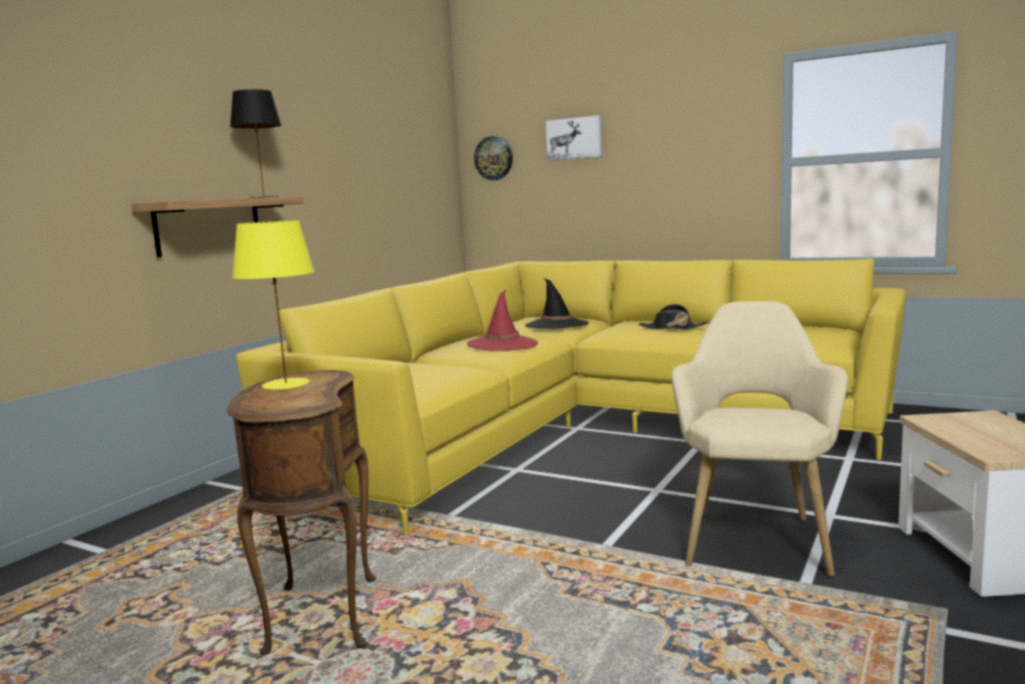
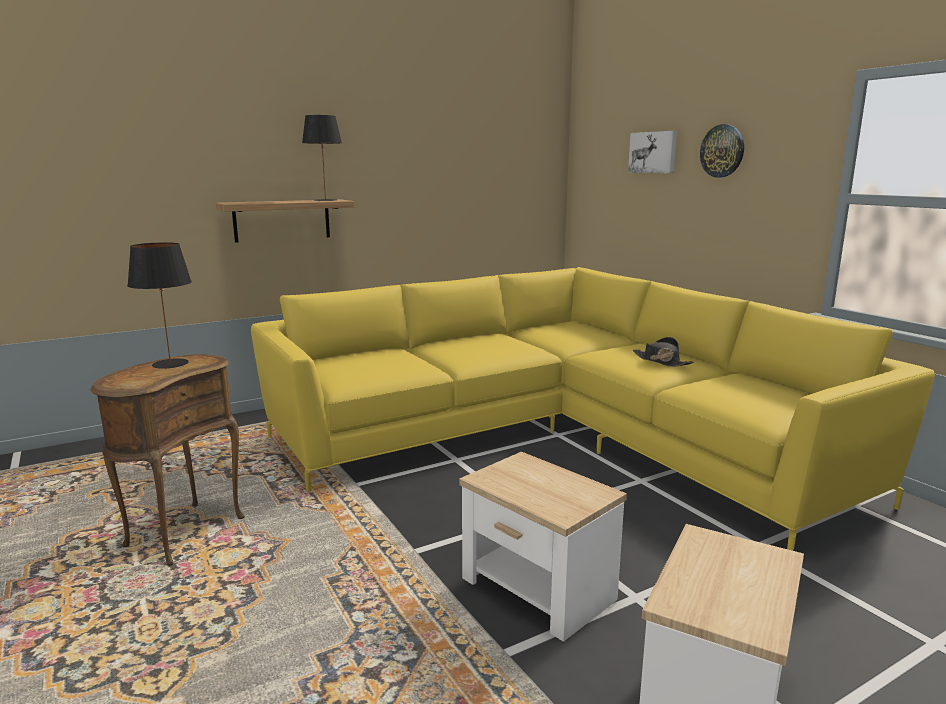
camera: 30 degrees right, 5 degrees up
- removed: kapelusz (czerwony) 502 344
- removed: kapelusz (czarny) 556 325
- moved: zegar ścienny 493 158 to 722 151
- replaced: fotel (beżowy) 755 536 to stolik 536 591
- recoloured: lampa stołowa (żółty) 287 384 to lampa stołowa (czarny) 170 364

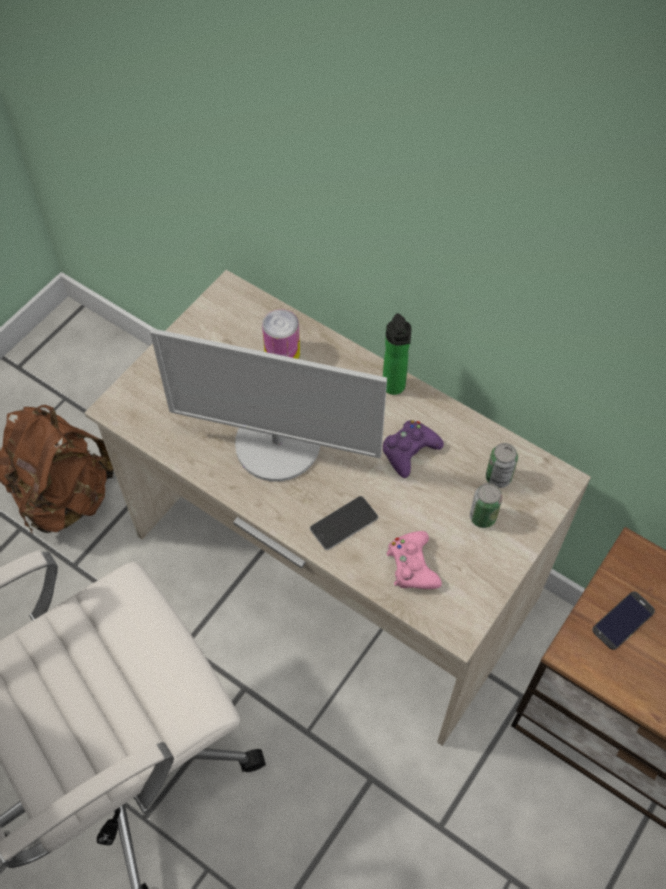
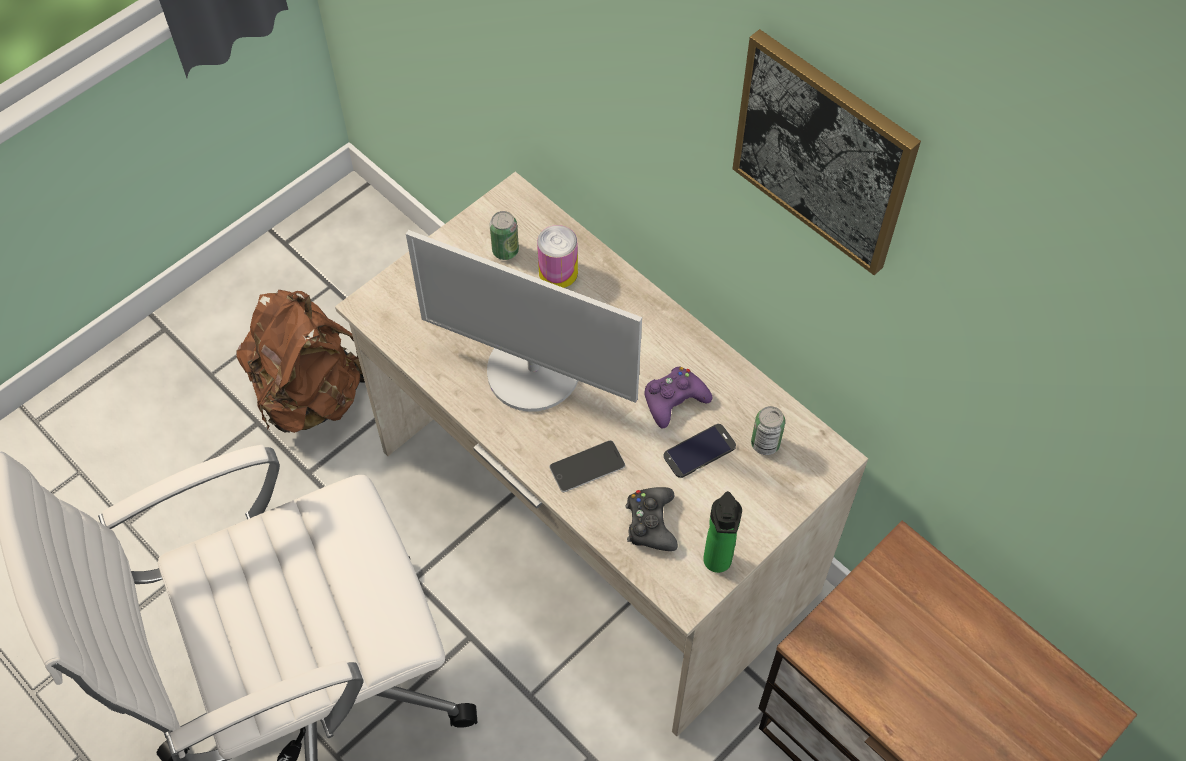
camera: 10 degrees right, 0 degrees up
- added: obraz 823 152
- moved: butelka 394 389 to 717 564
- moved: puszka 482 517 to 505 251
- moved: telefon 623 620 to 699 451
- recoloured: pad do gier (różowy) 412 566 to pad do gier (czarny) 650 523

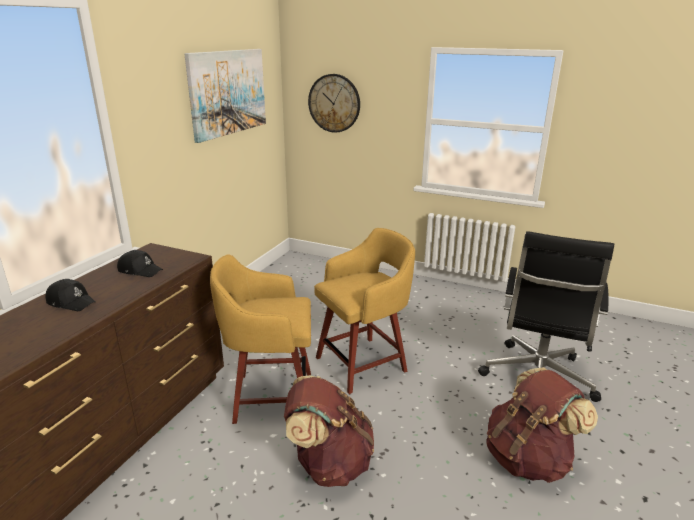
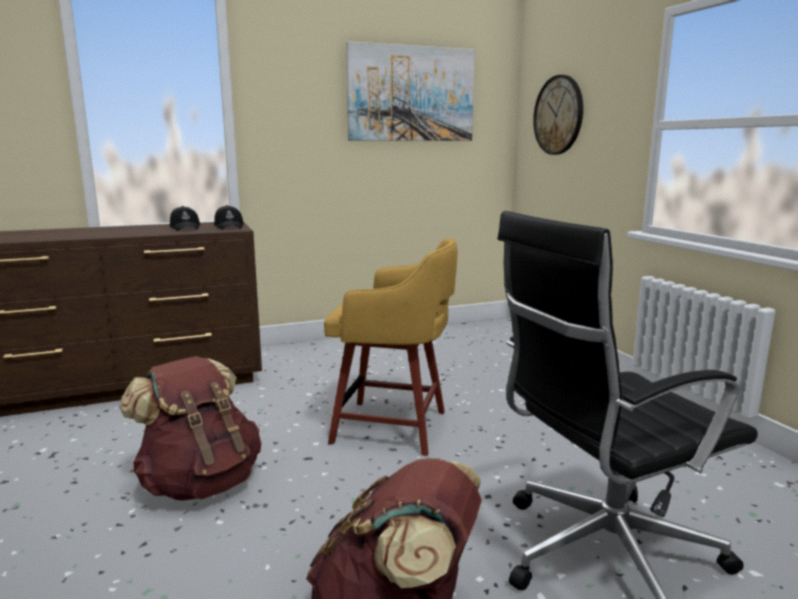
camera: 45 degrees right, 10 degrees down
- removed: stołek (żółty) 270 396
- moved: czapka z daszkiem (czarny) 71 302 to 229 227

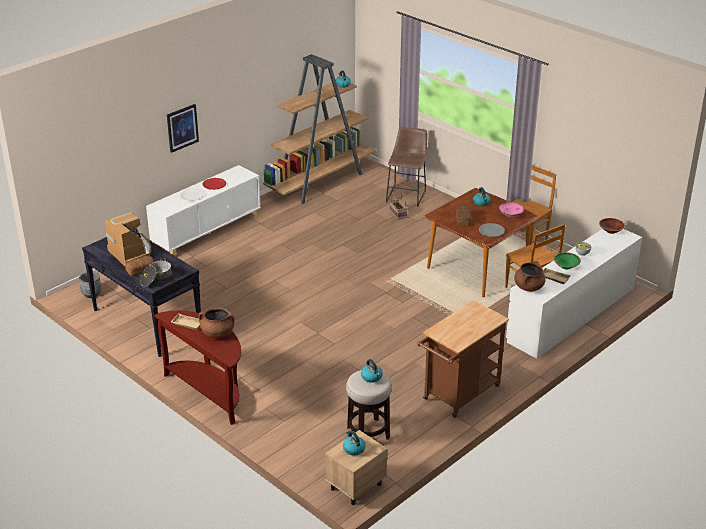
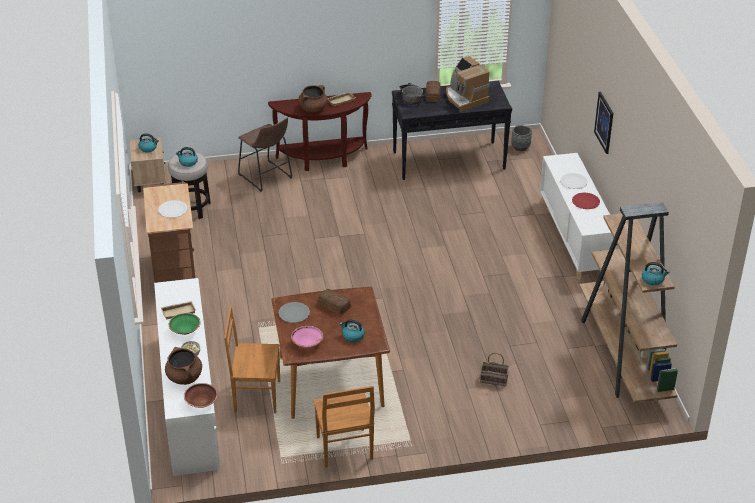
camera: 125 degrees right, 5 degrees up
- added: talerz (biały) 173 210
- moved: stołek (brązowy) 407 195 to 266 178
- moved: garnek (brązowy) 529 287 to 184 377
- turned: ekspres do kawy 132 252 = 464 98 60 degrees clockwise

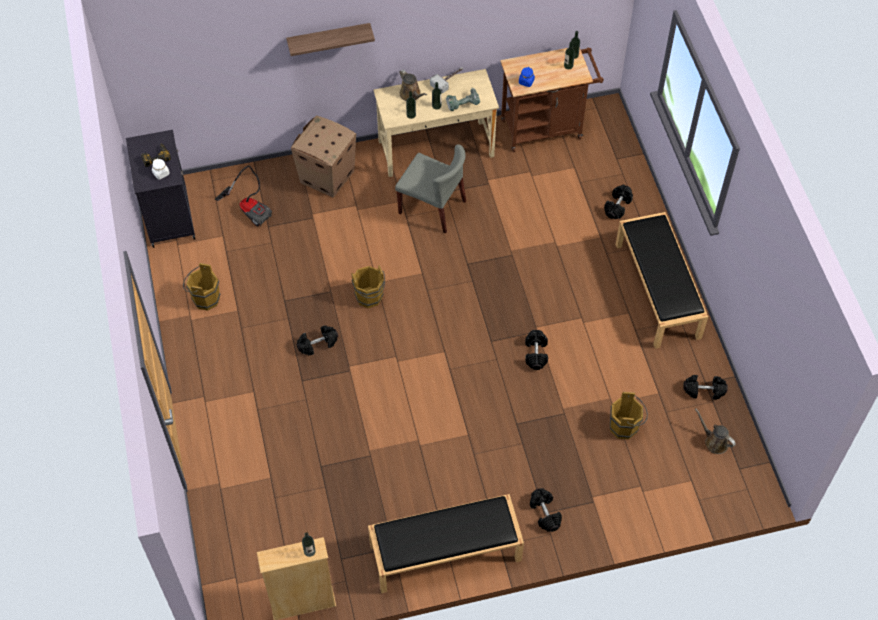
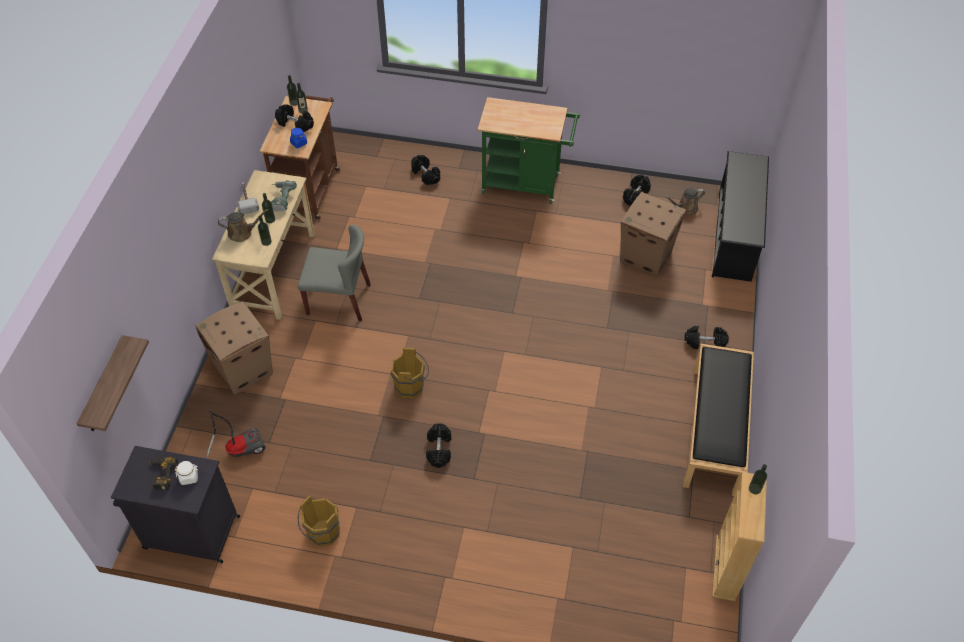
camera: 65 degrees left, 5 degrees down
- added: regał na buty (czarny) 734 236
- moved: półka 329 39 to 104 387
- moved: hantel (czarny) 536 354 to 295 124
- replaced: wiadro (brązowy) 626 427 to karton 646 257
- replaced: ławka (czarny) 658 291 to wózek (zielony) 526 184
- turned: krzesło (szary) 433 207 = 339 299 45 degrees clockwise

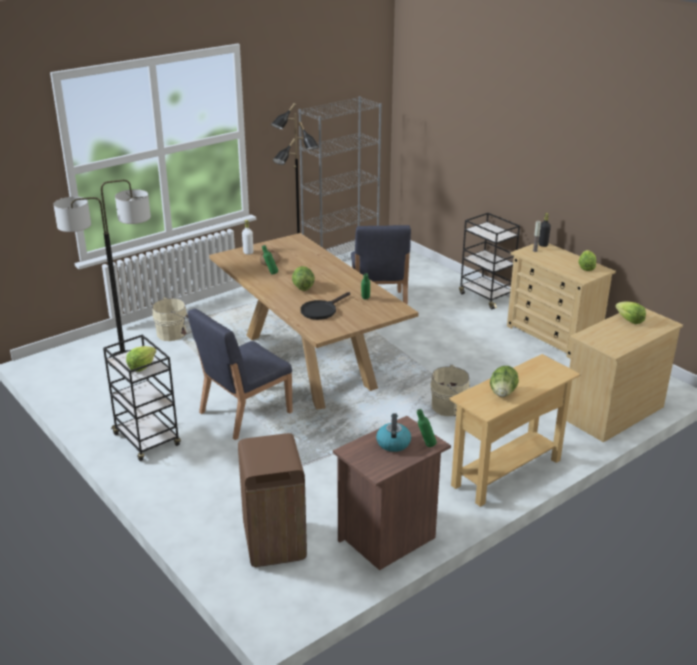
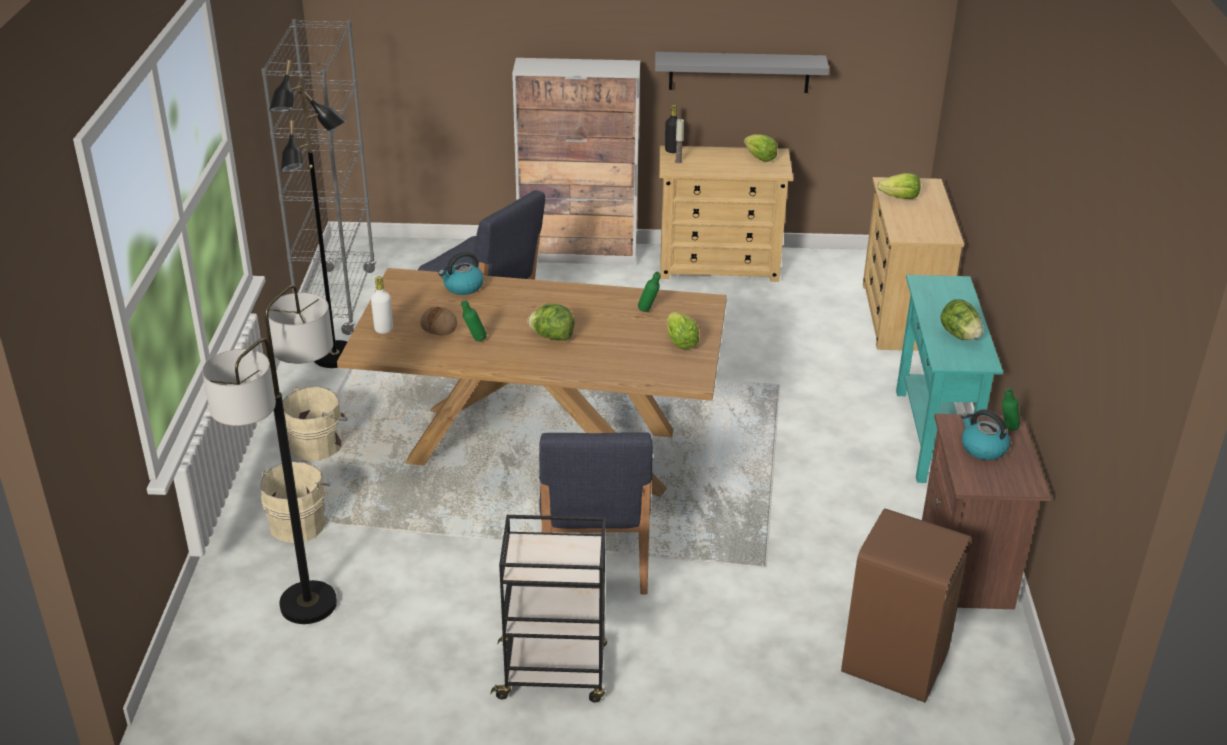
camera: 50 degrees left, 5 degrees up
- removed: patelnia (czarny) 321 310
- added: czajnik 463 287
- added: półka (szary) 739 72
- moved: sałata 142 366 to 680 342
- moved: wiadro (beżowy) 450 407 to 318 445
- replaced: wózek (czarny) 486 296 to szafka 578 254
- recoloured: stolik konsolowy (beżowy) 506 472 to stolik konsolowy (turkusowy) 932 435

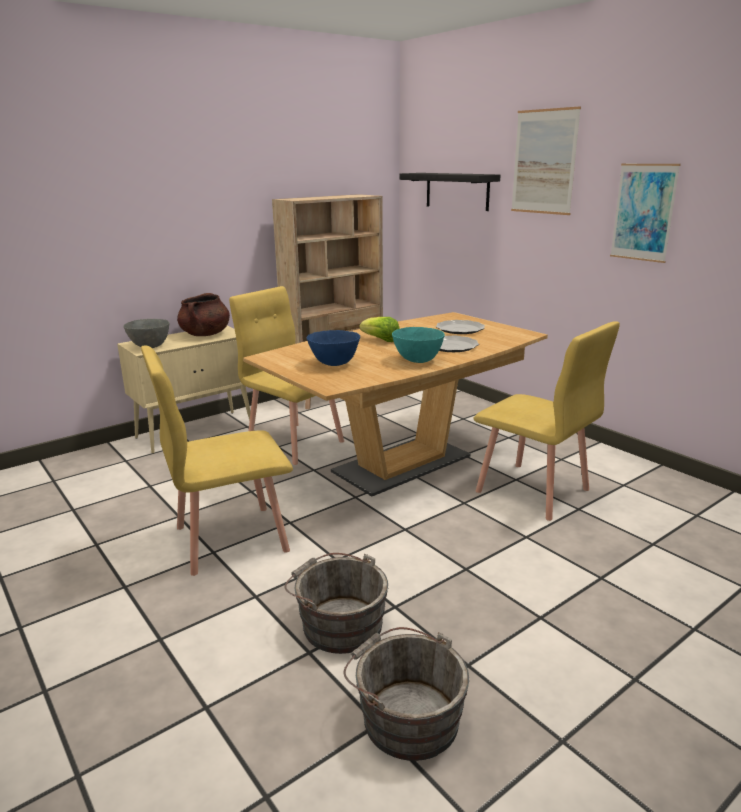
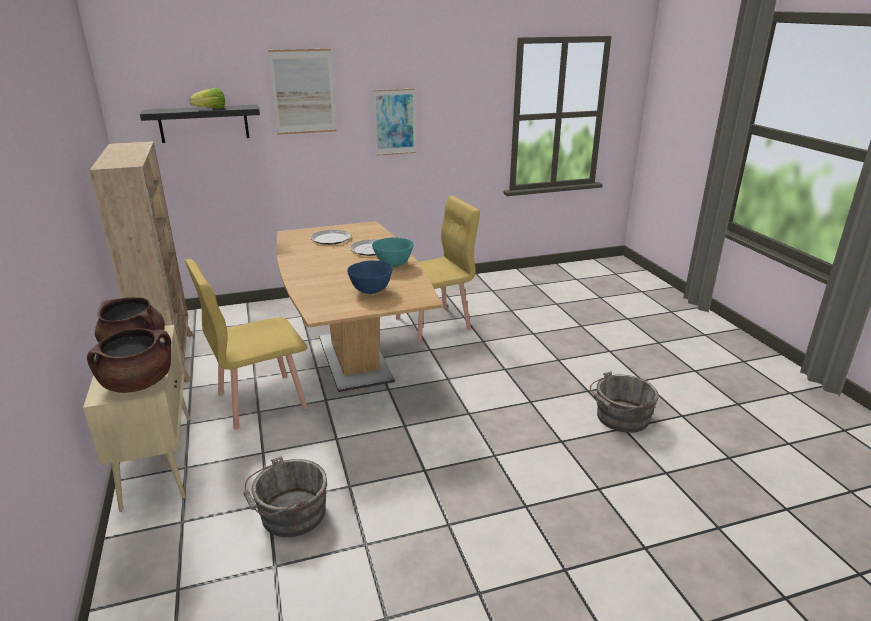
camera: 70 degrees left, 5 degrees up
- removed: krzesło (żółty) 230 538
- moved: wiadro (szary) 338 623 to 289 515
- moved: sałata 380 340 to 211 109
- replaced: miska (szary) 150 346 to garnek (brązowy) 138 383

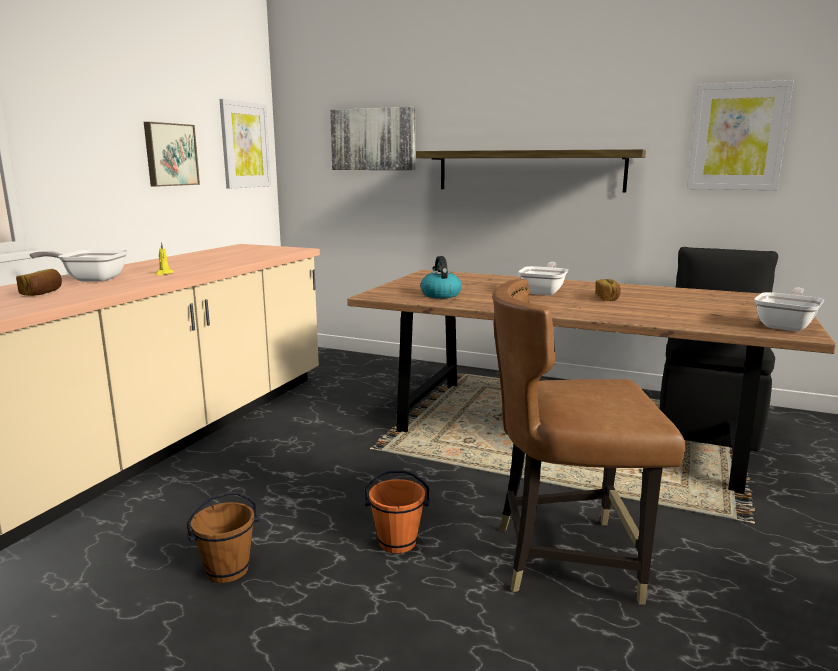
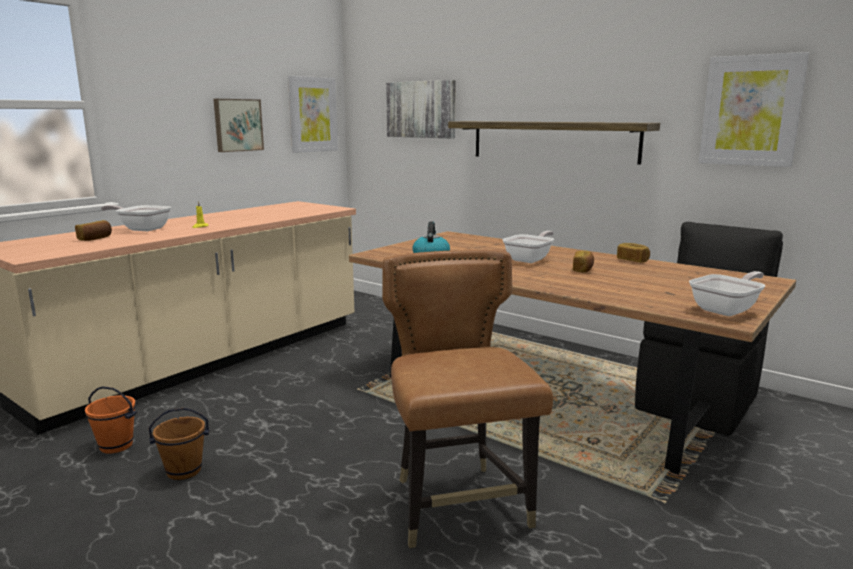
camera: 15 degrees right, 0 degrees up
- added: chleb 632 260
- moved: wiadro (pomarańczowy) 397 542 to 116 445
- turned: krzesło (brązowy) 566 558 = 458 505 60 degrees clockwise

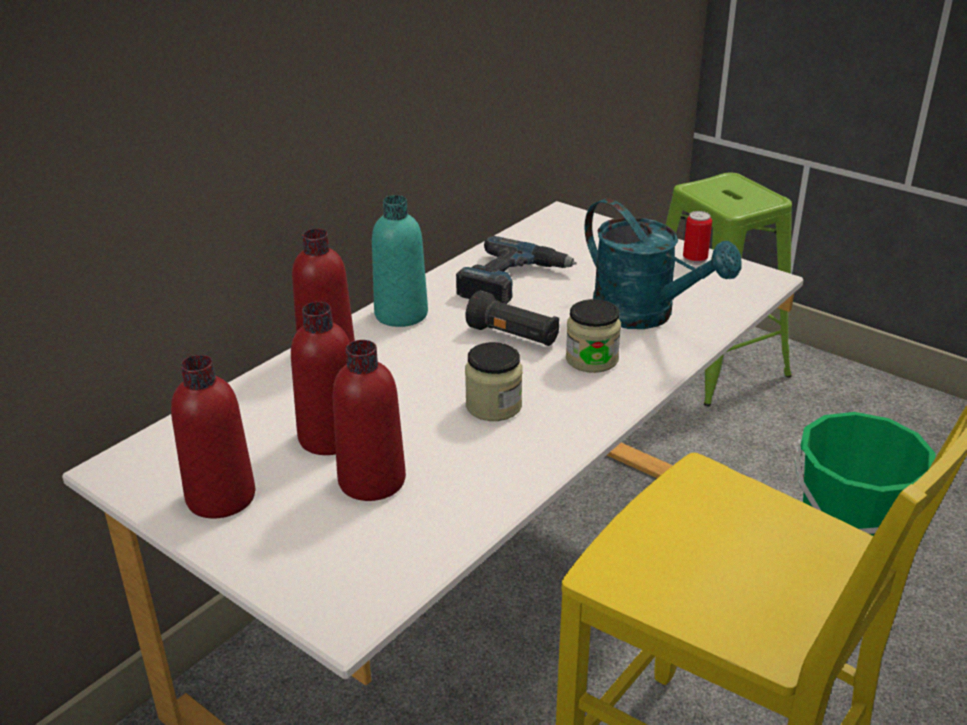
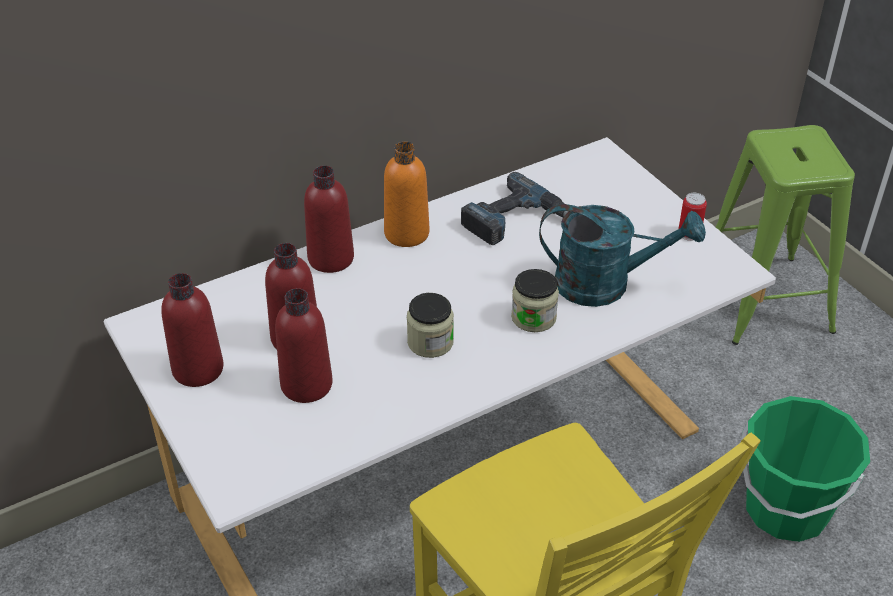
camera: 20 degrees right, 10 degrees up
- removed: latarka (czarny) 513 336
- recoloured: butelka (turkusowy) 401 314 to butelka (pomarańczowy) 406 233
- turned: konewka (turkusowy) 645 315 = 606 284 60 degrees counterclockwise

